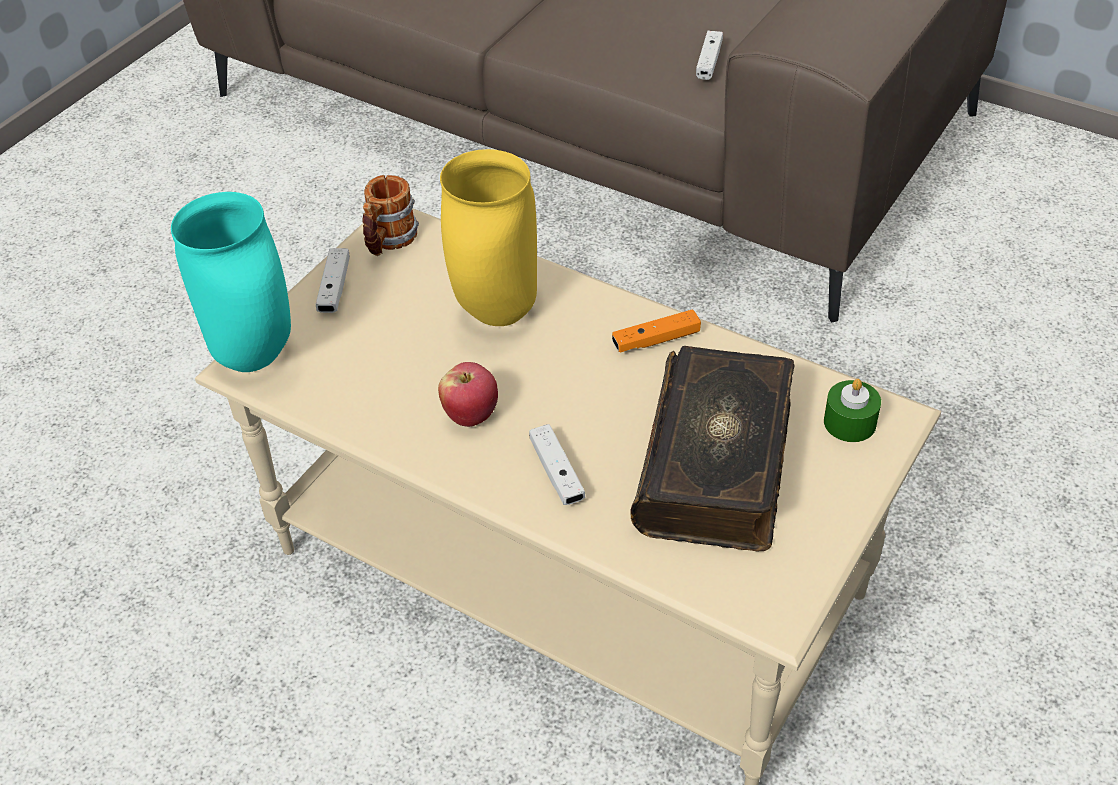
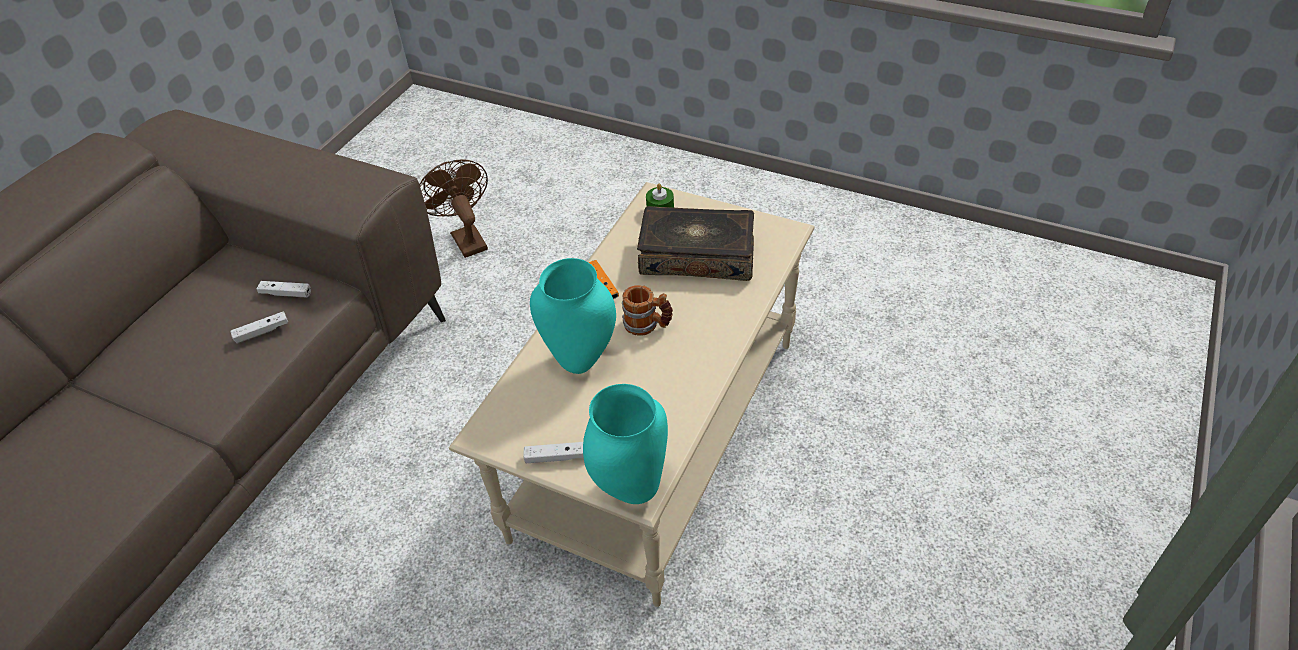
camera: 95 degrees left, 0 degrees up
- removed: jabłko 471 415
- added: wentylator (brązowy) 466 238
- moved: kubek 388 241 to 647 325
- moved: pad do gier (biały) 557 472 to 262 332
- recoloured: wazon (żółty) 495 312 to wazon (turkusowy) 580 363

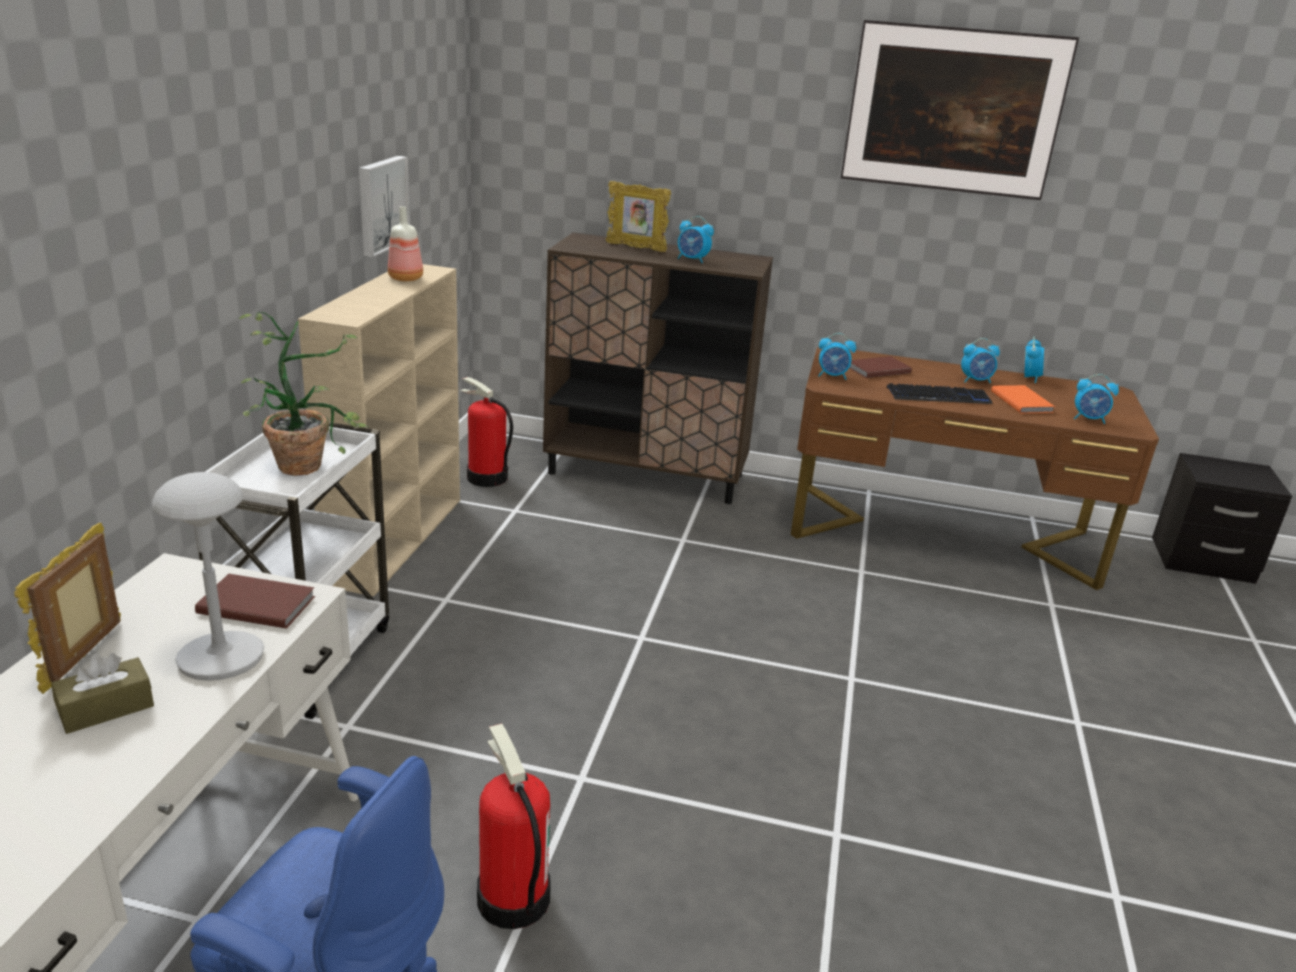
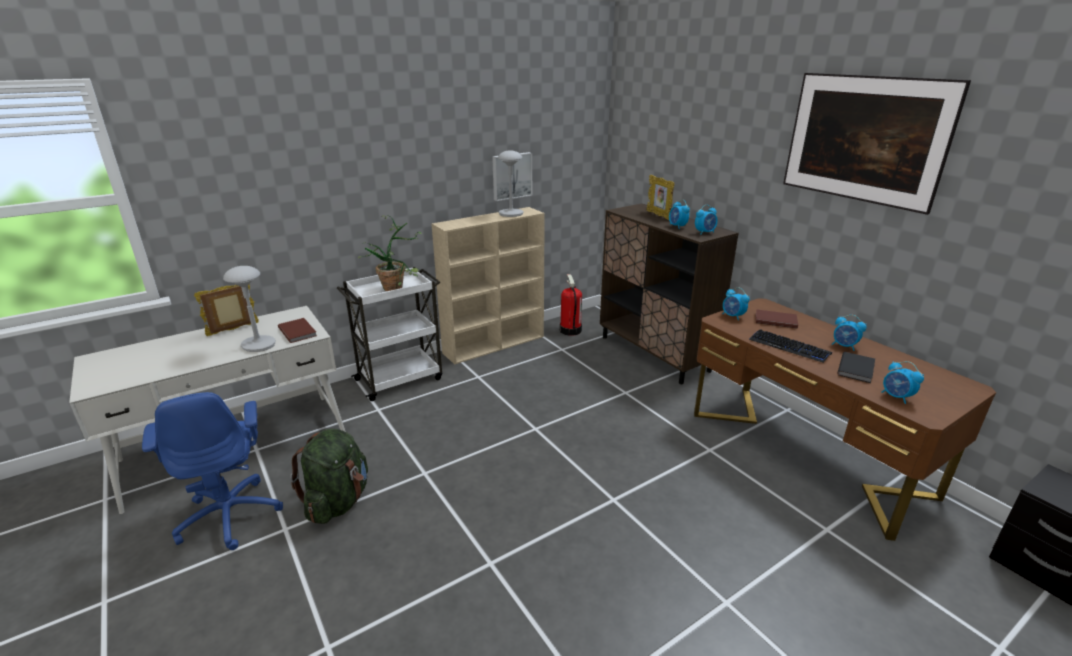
camera: 45 degrees right, 0 degrees up
- removed: pudełko chusteczek (brązowy) 106 708
- moved: budzik 1029 378 to 705 232
- replaced: butelka 405 278 to lampa stołowa (szary) 511 214
- replaced: gaśnica 512 898 to plecak (zielony) 338 501
- recoloured: książka (pomarańczowy) 1022 401 to książka (czarny) 857 369

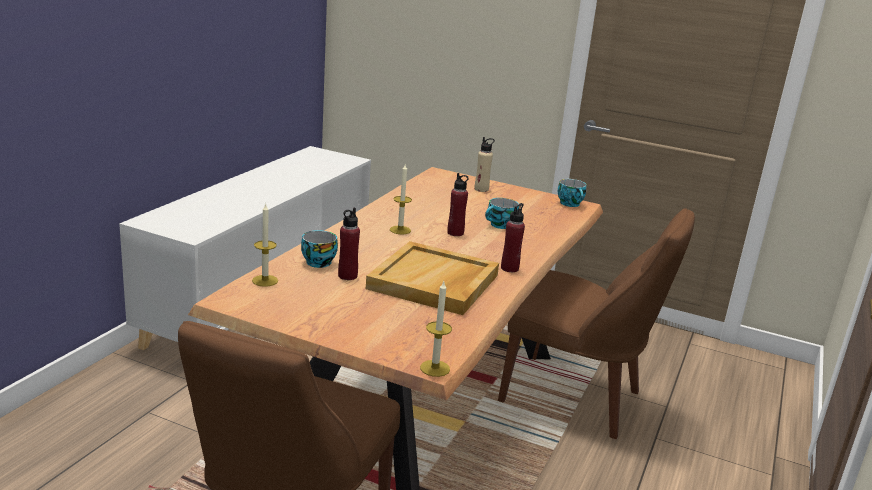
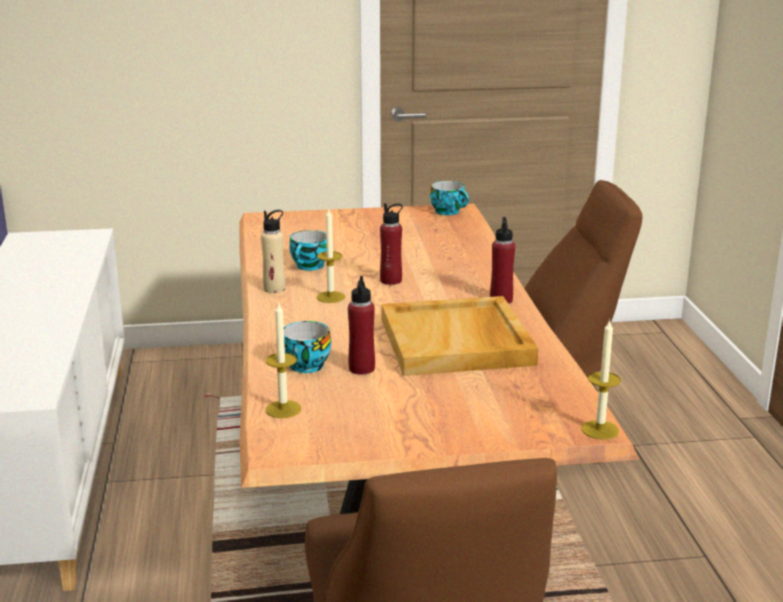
camera: 30 degrees left, 0 degrees up
- moved: butelka (beżowy) 481 189 to 274 289
- moved: filiżanka 500 225 to 310 266

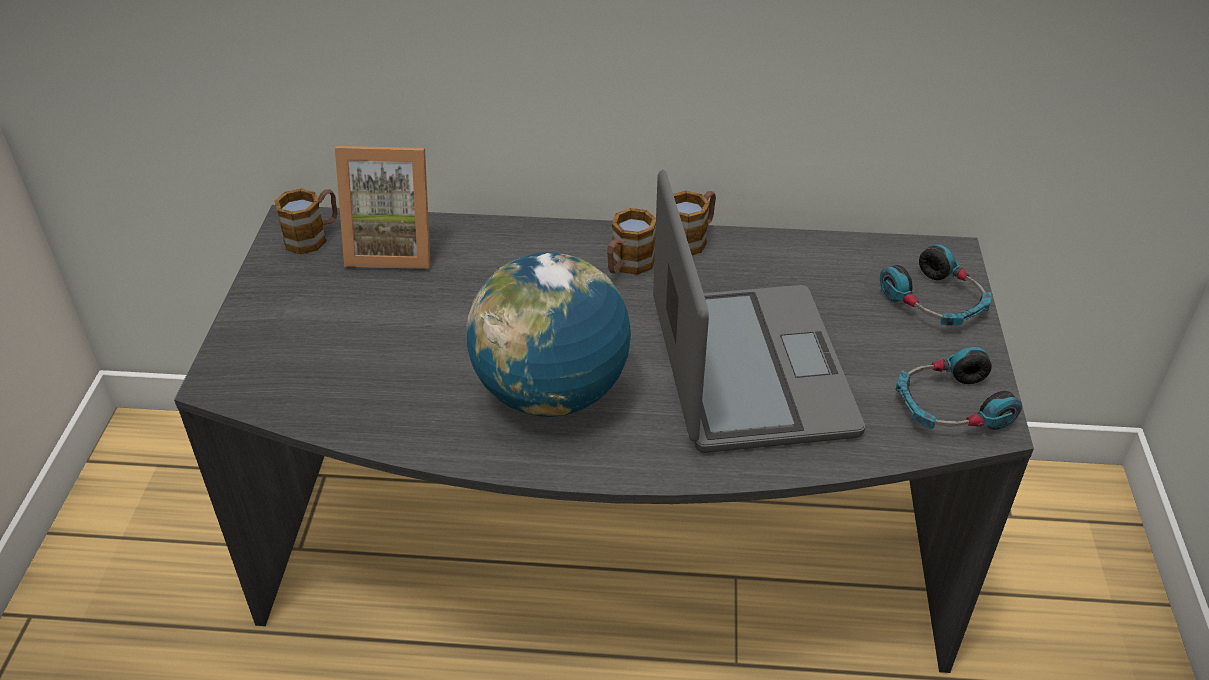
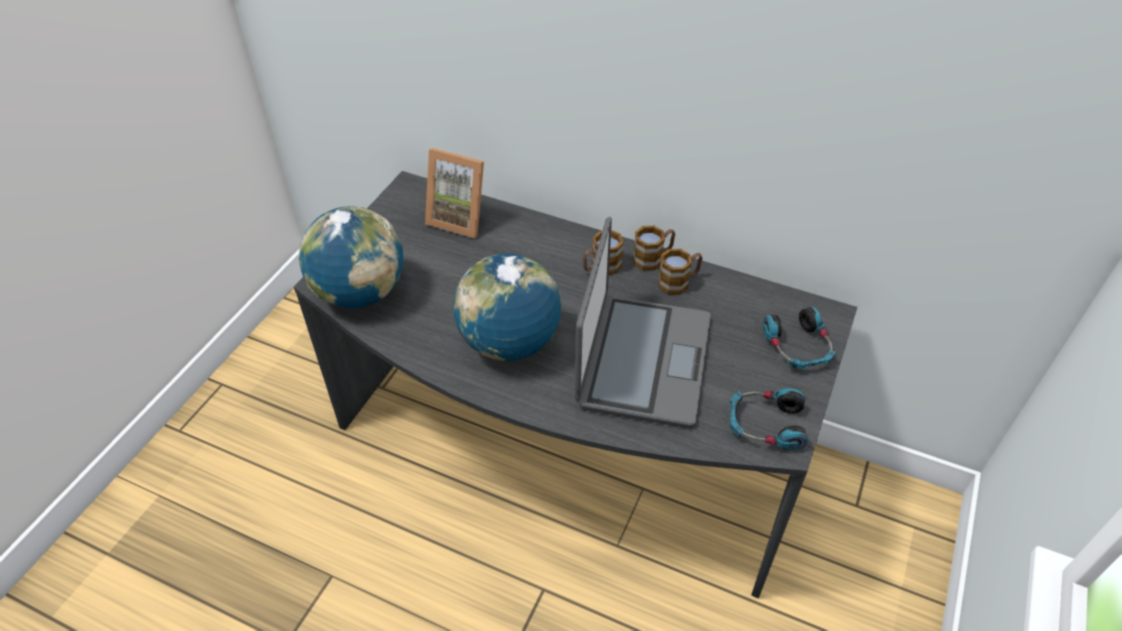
camera: 20 degrees right, 5 degrees up
- added: globus 360 293
- moved: kubek 313 236 to 679 282

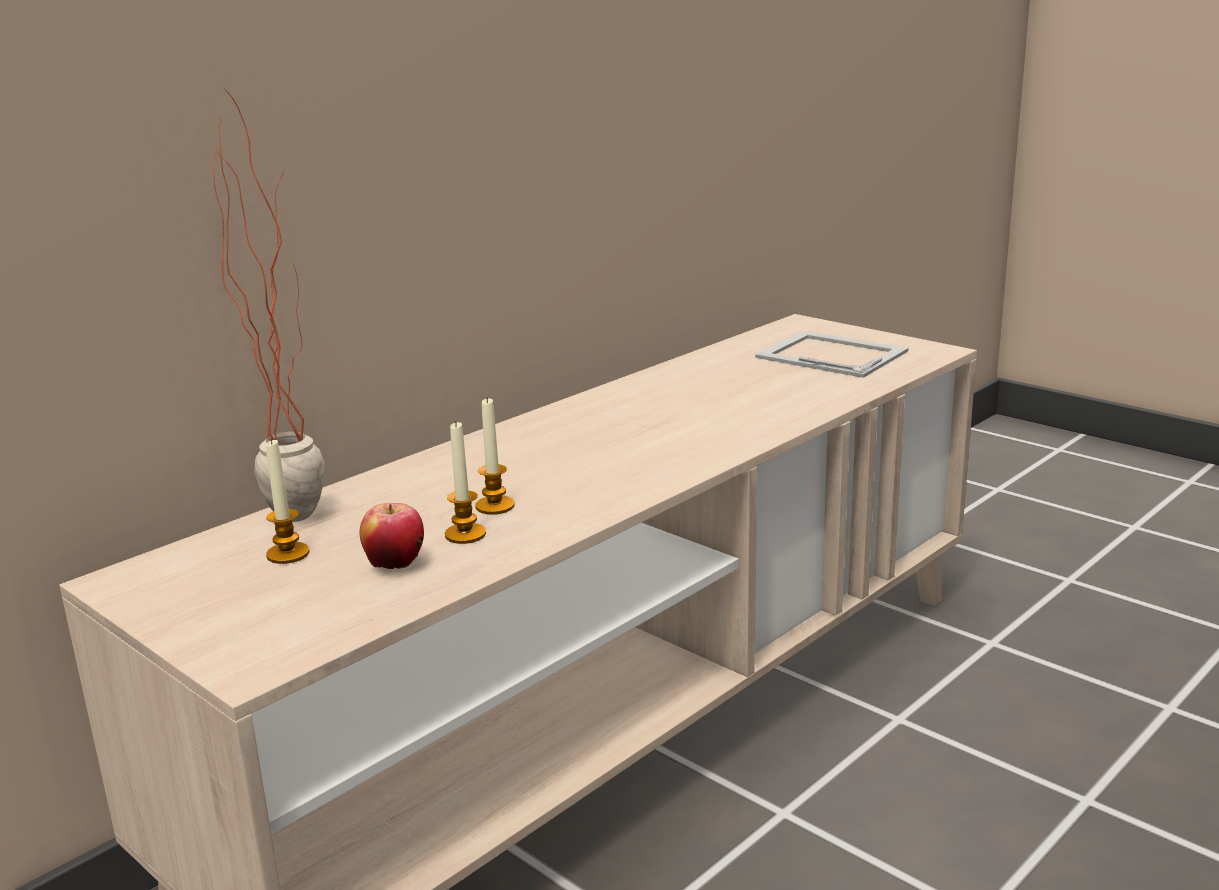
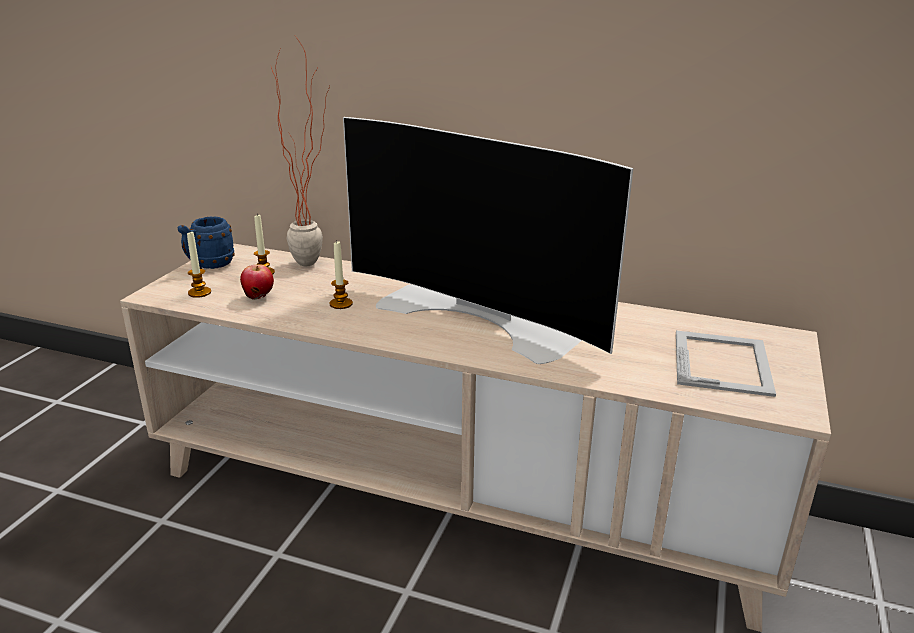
camera: 65 degrees right, 5 degrees up
- added: kubek (niebieski) 209 266
- added: telewizor 481 316
- moved: świeca 465 534 to 199 293

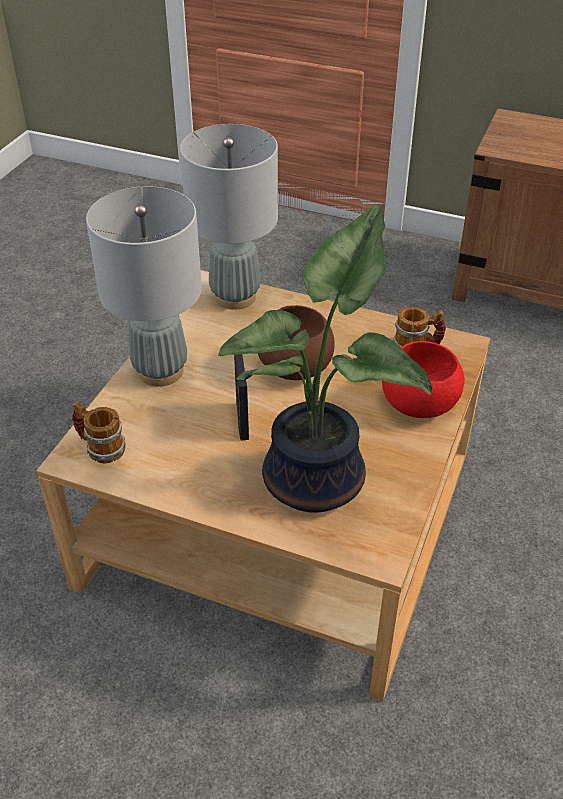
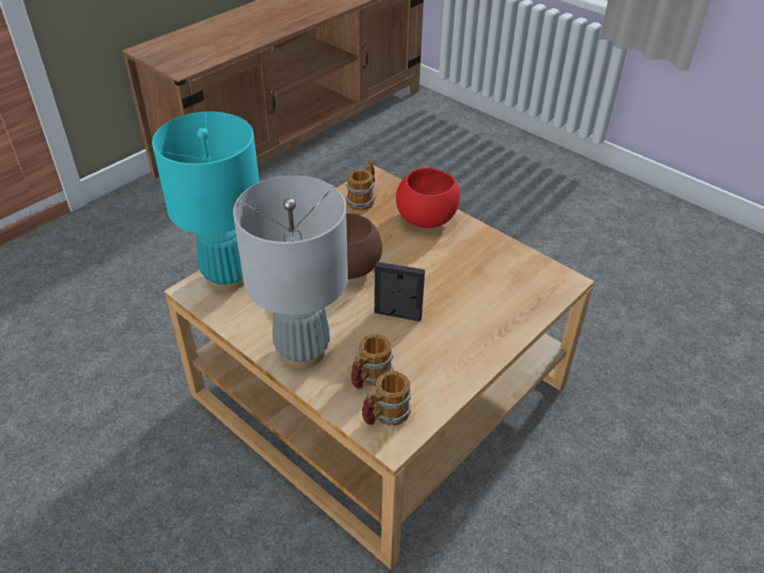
camera: 70 degrees left, 0 degrees up
- removed: roślina doniczkowa 320 479
- added: kubek 369 378
- recoloured: lampa stołowa (szary) 235 296 to lampa stołowa (turkusowy) 227 277

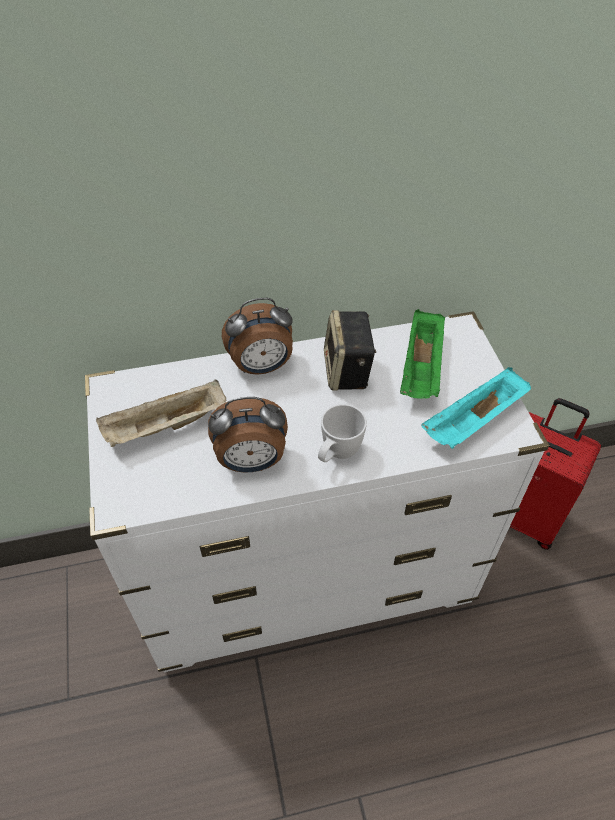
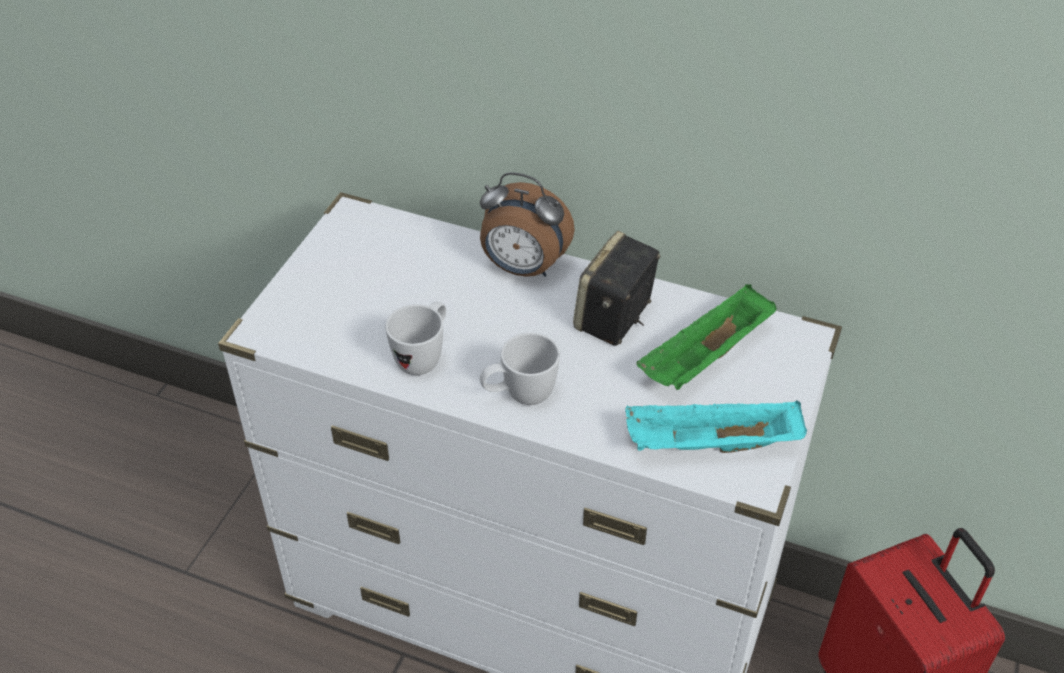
camera: 35 degrees right, 5 degrees down
- removed: taca (beżowy) 165 427
- replaced: budzik 251 462 to kubek (biały) 423 357

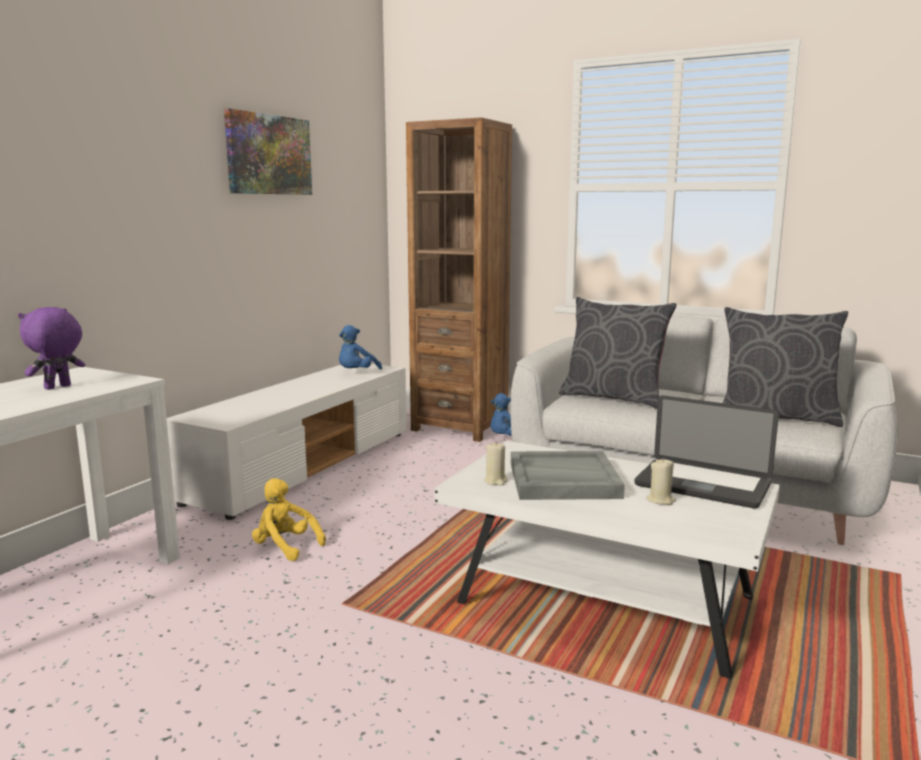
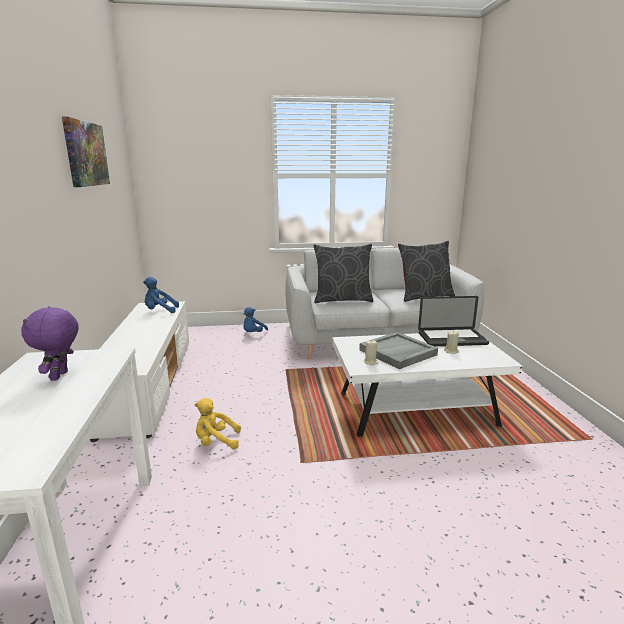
camera: 35 degrees left, 5 degrees up
- removed: regał (brązowy) 460 427
- turned: pluszak (niebieski) 356 373 = 160 311 90 degrees clockwise

